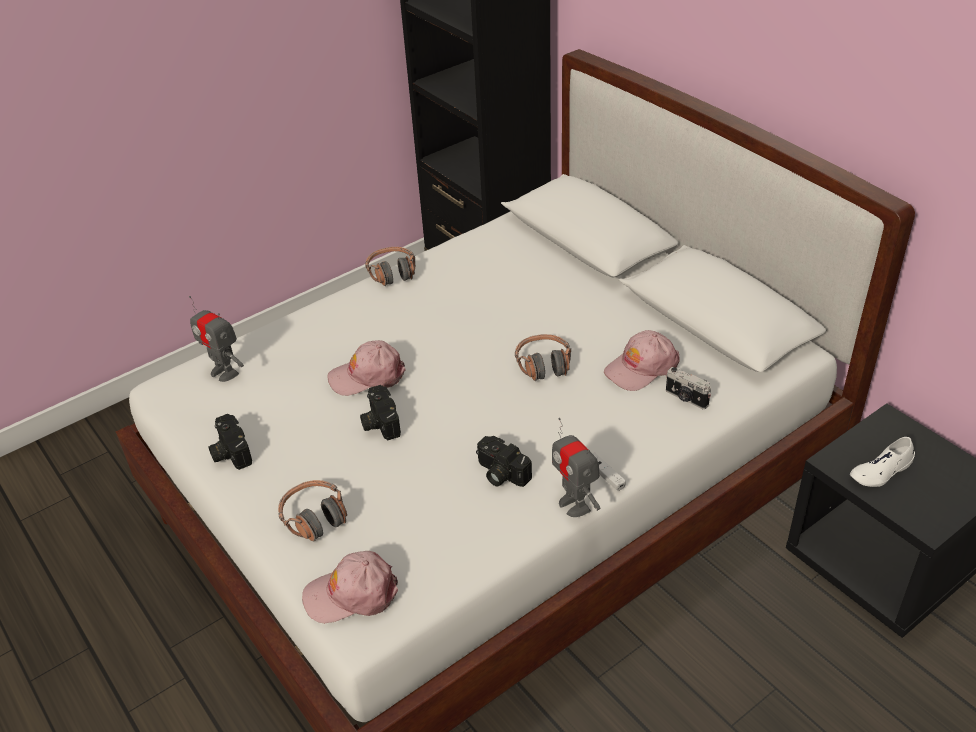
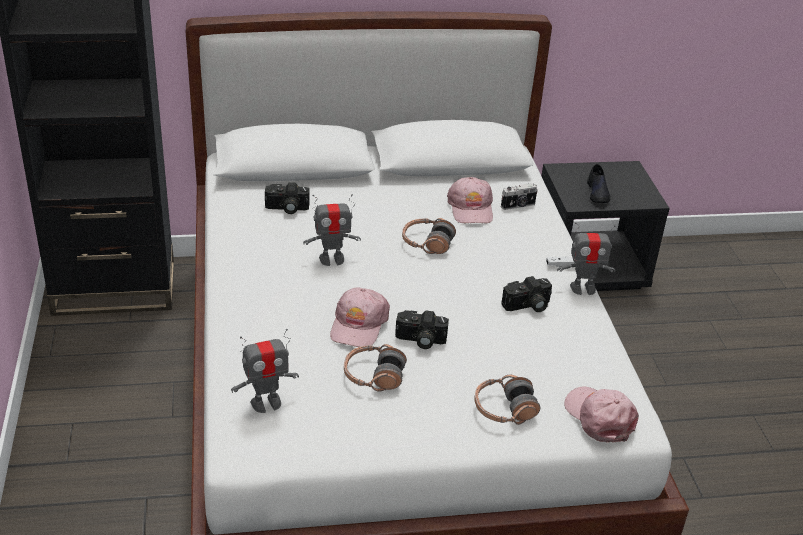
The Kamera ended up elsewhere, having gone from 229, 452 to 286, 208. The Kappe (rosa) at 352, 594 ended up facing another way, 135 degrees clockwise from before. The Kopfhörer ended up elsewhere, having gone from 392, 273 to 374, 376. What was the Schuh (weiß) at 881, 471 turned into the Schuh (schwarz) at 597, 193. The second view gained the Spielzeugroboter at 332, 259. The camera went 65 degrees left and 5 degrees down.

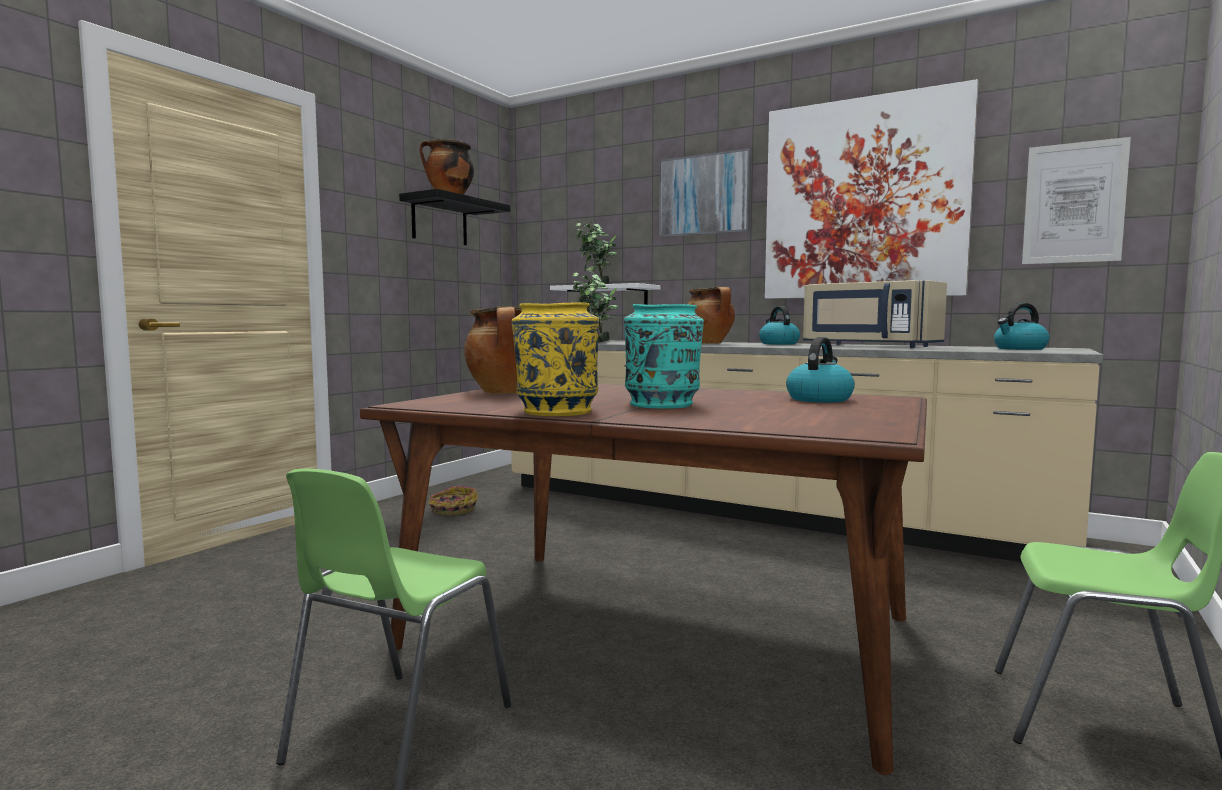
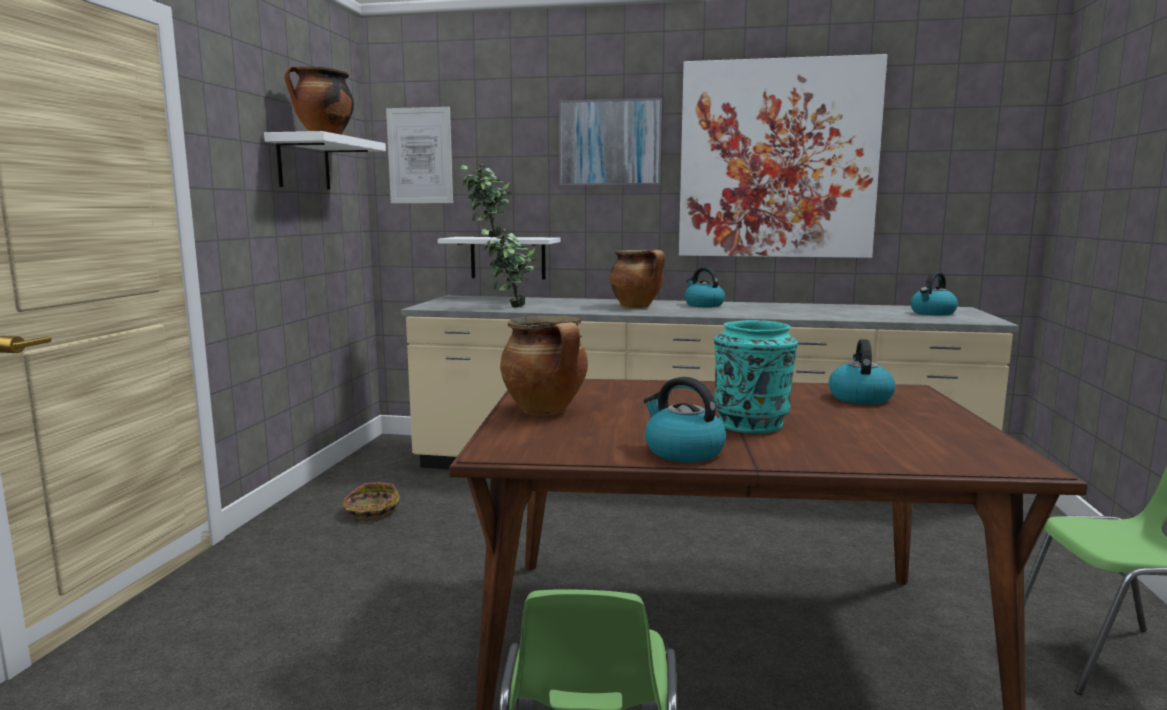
What was the Wandregal (schwarz) at 439, 221 turned into the Wandregal (weiß) at 303, 163. Where the Vase (gelb) stood at 555, 411, the Wasserkessel came to stand at 682, 452. The second view lost the Mikrowelle (beige) at 868, 346. The Bild ended up elsewhere, having gone from 1074, 203 to 420, 156. The camera went 20 degrees left and 5 degrees up.

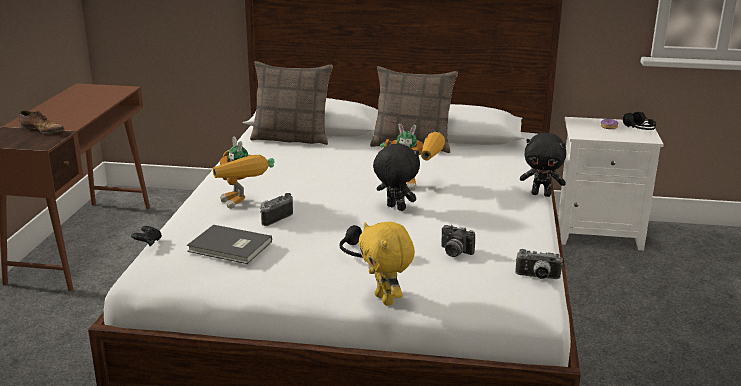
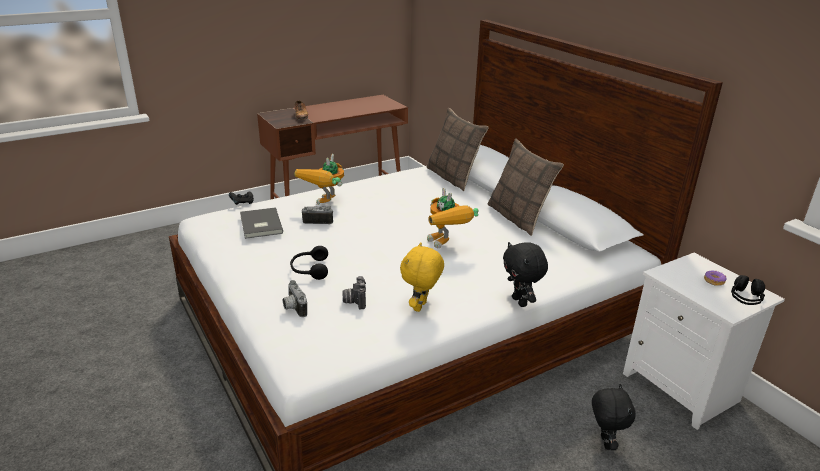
The Plüschtier (gelb) ended up elsewhere, having gone from 386, 299 to 421, 307. The Plüschtier (schwarz) ended up elsewhere, having gone from 395, 208 to 604, 442. The Kamera ended up elsewhere, having gone from 537, 278 to 293, 308. The camera went 50 degrees right and 5 degrees up.

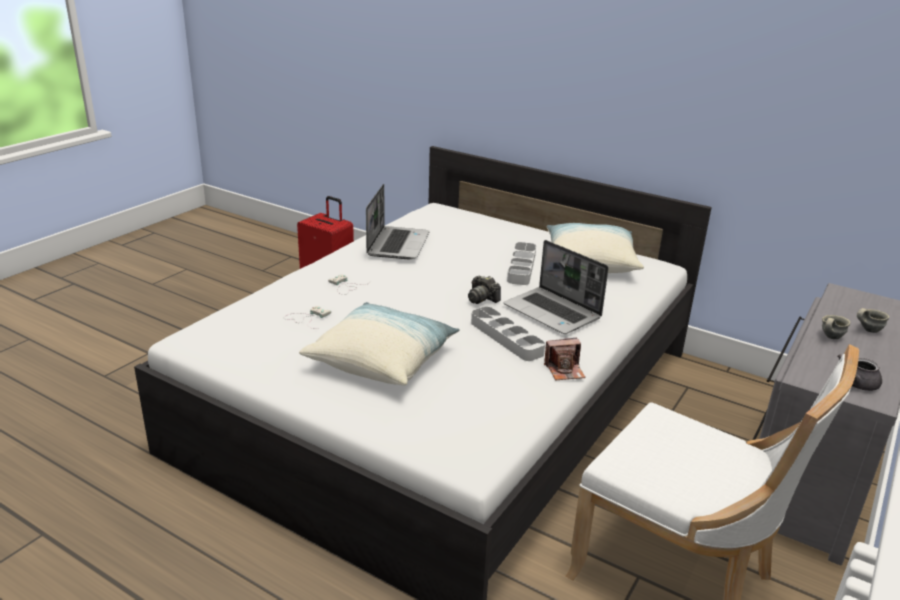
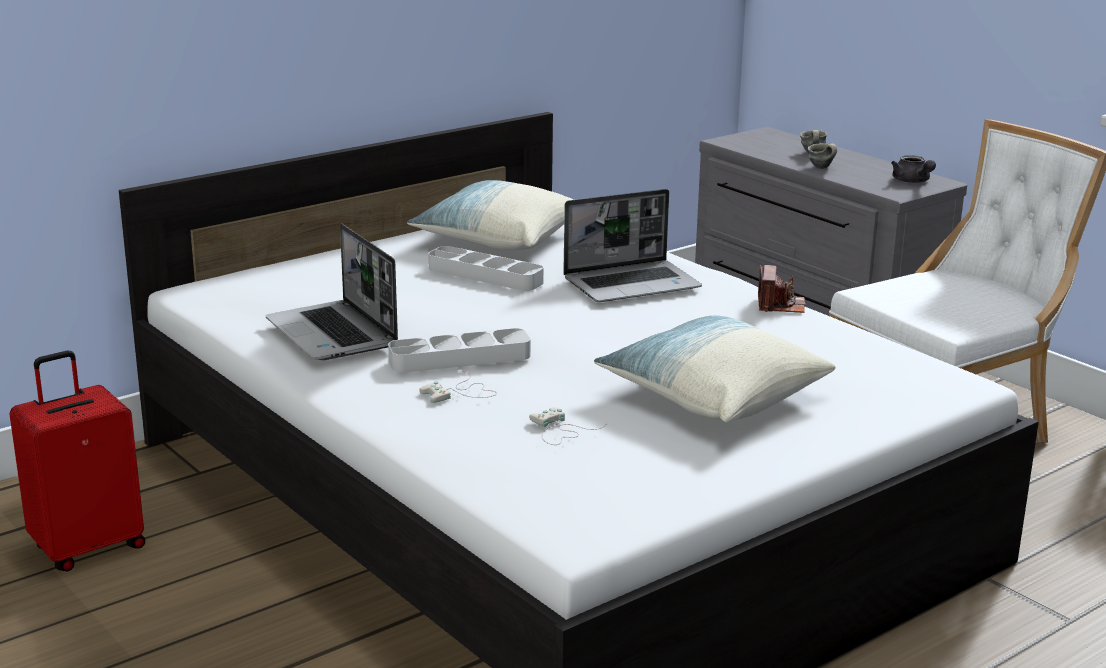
The Laptop at 397, 244 ended up facing another way, 150 degrees counterclockwise from before. The second view lost the Kamera at 482, 298. The Tablett (grau) ended up elsewhere, having gone from 506, 338 to 460, 358. The camera went 70 degrees left and 5 degrees down.

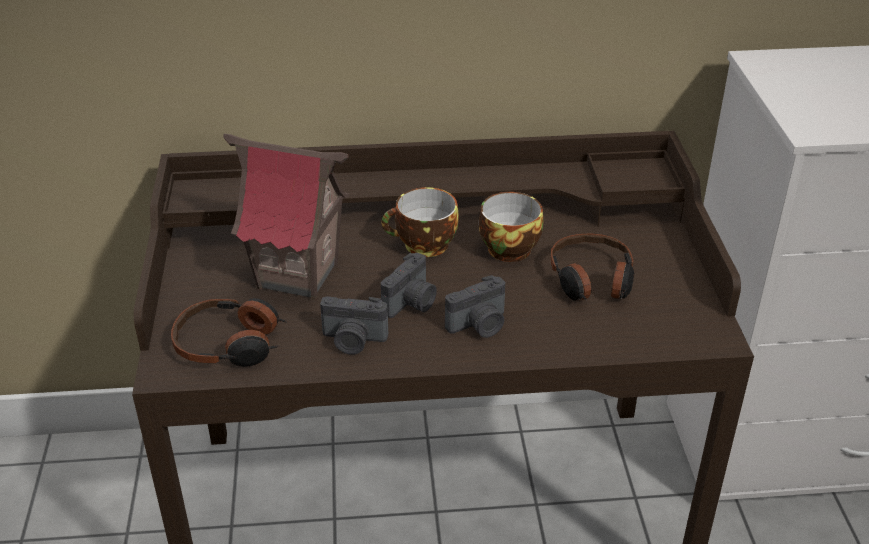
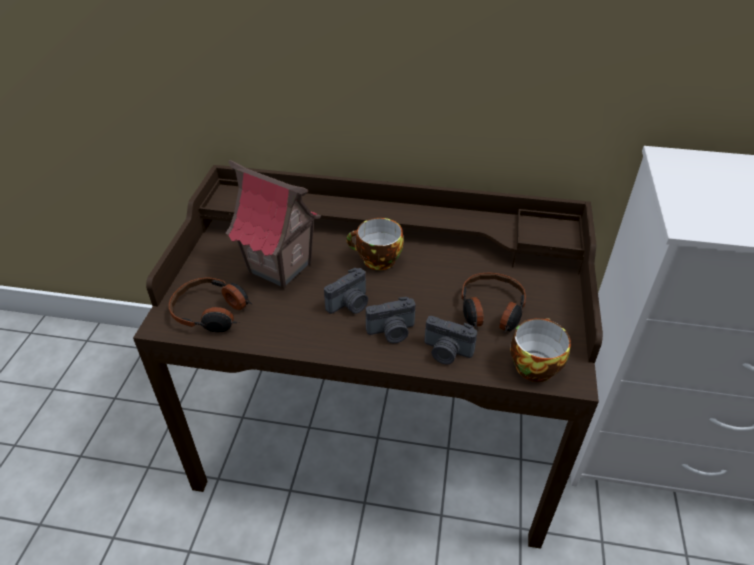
The Kamera ended up elsewhere, having gone from 353, 341 to 446, 352. The Tasse ended up elsewhere, having gone from 507, 247 to 533, 364. The camera went 15 degrees right and 5 degrees up.

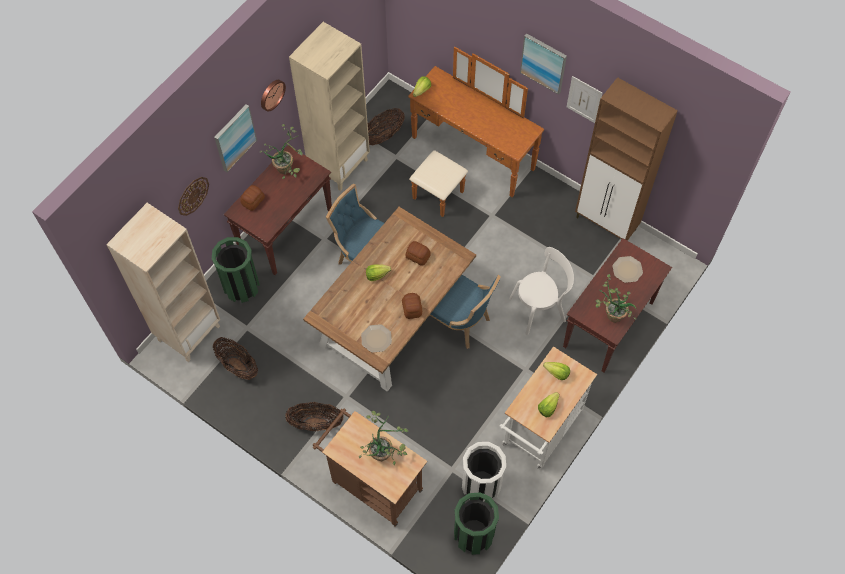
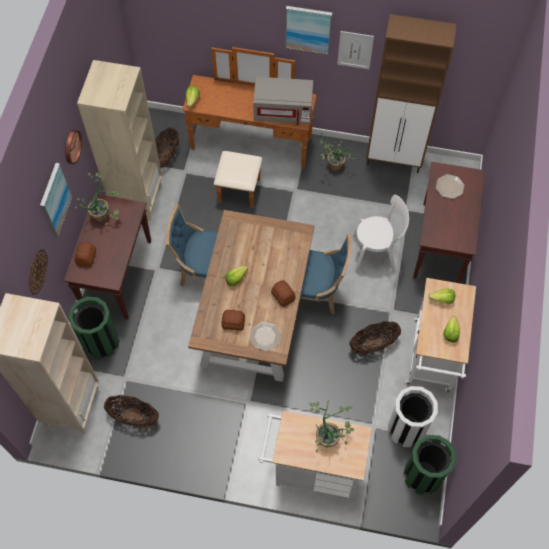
The Korb ended up elsewhere, having gone from 316, 423 to 373, 344. What was the Rollwagen (braun) at 372, 483 turned into the Rollwagen (weiß) at 311, 470. The Brot ended up elsewhere, having gone from 418, 256 to 233, 323. The Stuhl (weiß) at 540, 308 ended up facing another way, 45 degrees clockwise from before. The Topfpflanze ended up elsewhere, having gone from 611, 313 to 332, 164. The second view gained the Mikrowelle (grau) at 283, 111. The camera went 25 degrees left and 0 degrees up.

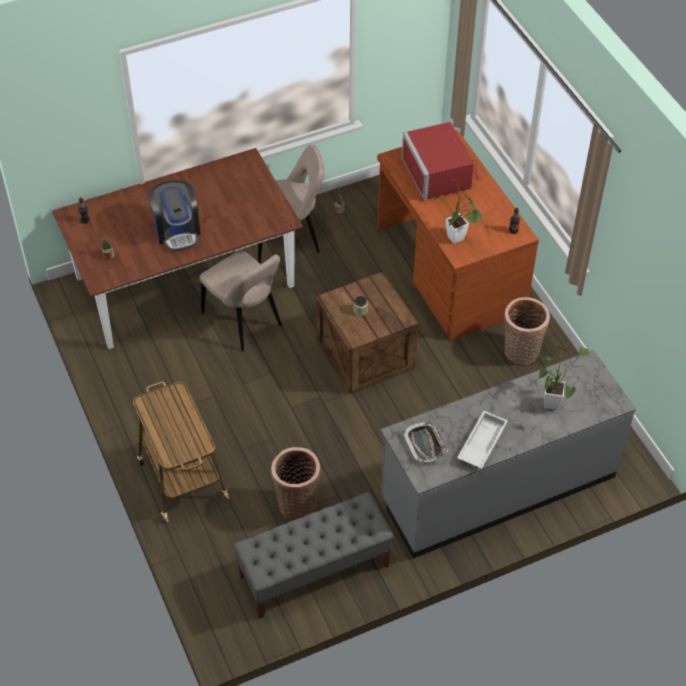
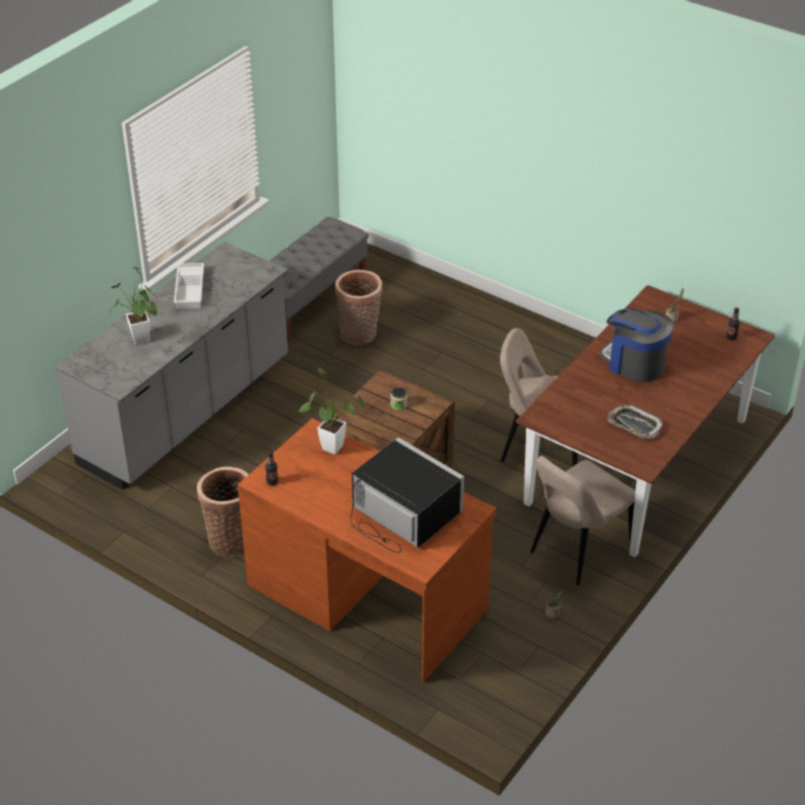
The second view lost the Rollwagen at 182, 478. What was the Mikrowelle (rot) at 441, 173 turned into the Mikrowelle (schwarz) at 402, 514. The Tablett ended up elsewhere, having gone from 425, 445 to 634, 425. The camera went 150 degrees right and 10 degrees down.

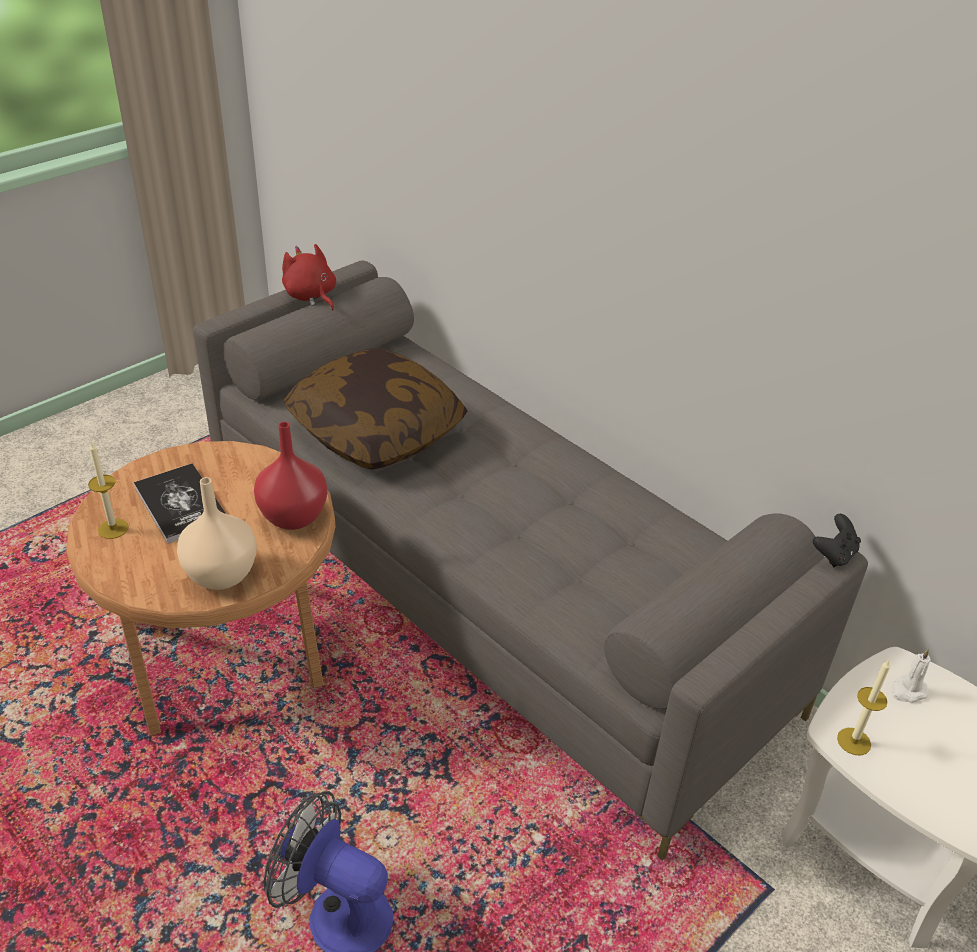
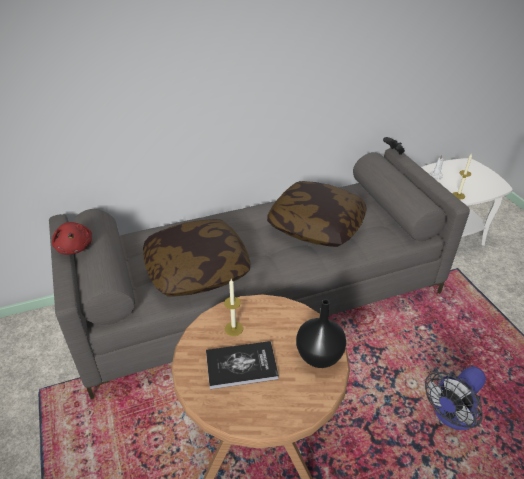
The Kerze ended up elsewhere, having gone from 113, 528 to 233, 328. What was the Vase (beige) at 223, 575 turned into the Vase (schwarz) at 319, 355. The second view lost the Vase (rot) at 292, 517. The Plüschtier (rot) at 311, 296 ended up facing another way, 105 degrees counterclockwise from before. The second view gained the Kissen at 316, 226. The camera went 65 degrees left and 0 degrees up.

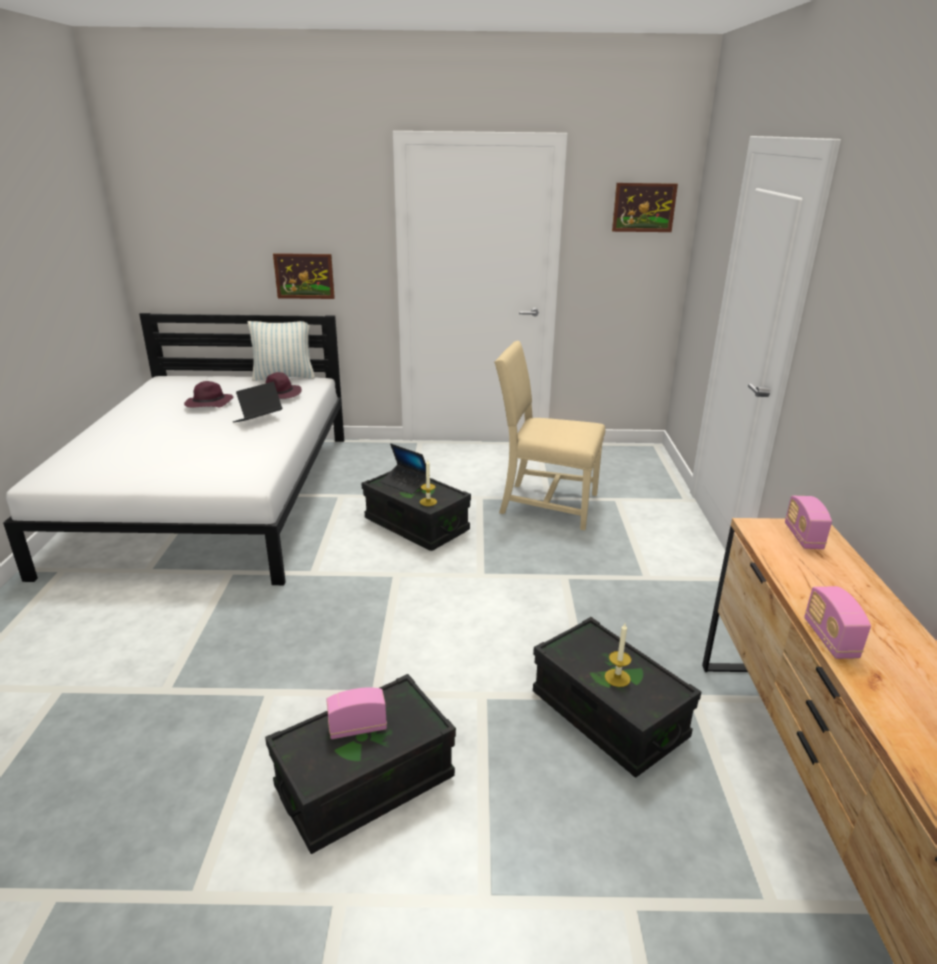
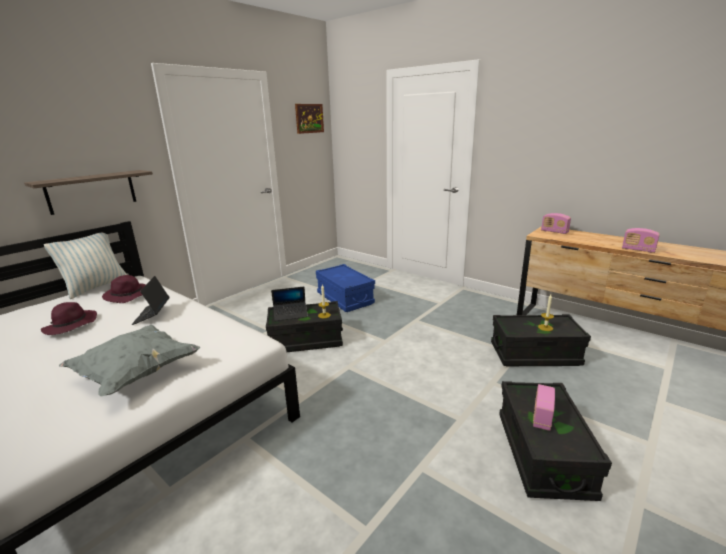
Where the Bild hung at 304, 276, the Wandregal came to hang at 92, 191. Where the Stuhl (beige) stood at 545, 504, the Aufbewahrungsbox (blau) came to stand at 345, 298. The second view gained the Kissen (grau) at 136, 374. The camera went 50 degrees left and 5 degrees down.

